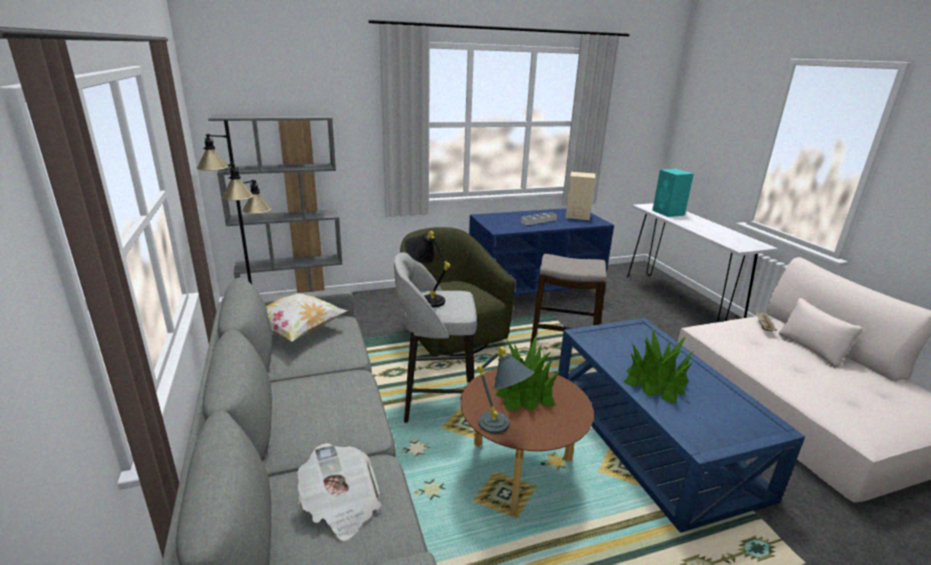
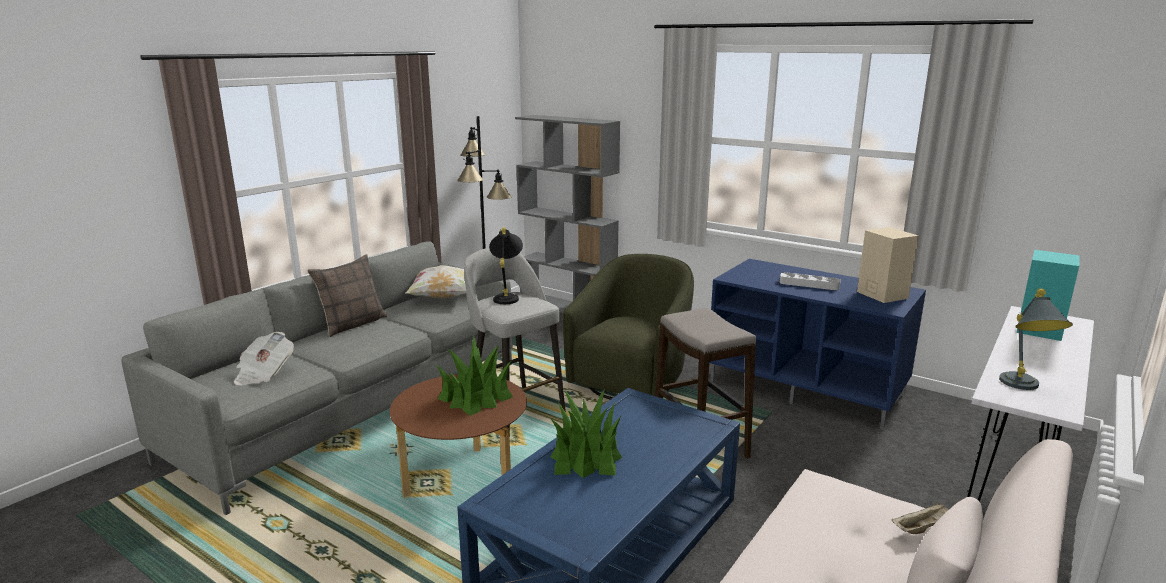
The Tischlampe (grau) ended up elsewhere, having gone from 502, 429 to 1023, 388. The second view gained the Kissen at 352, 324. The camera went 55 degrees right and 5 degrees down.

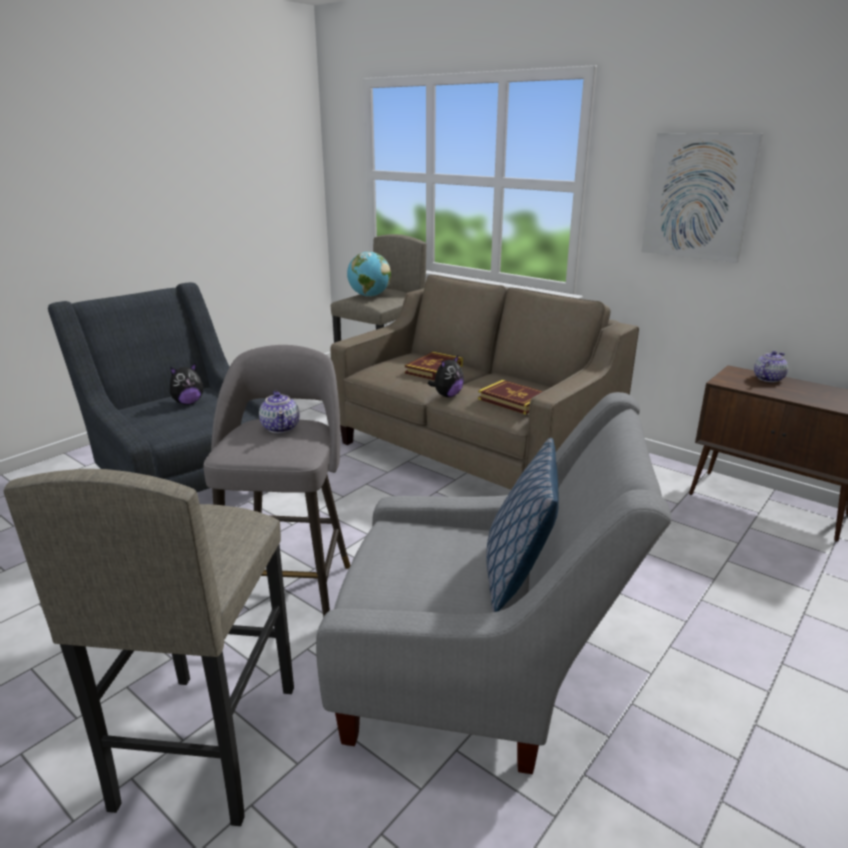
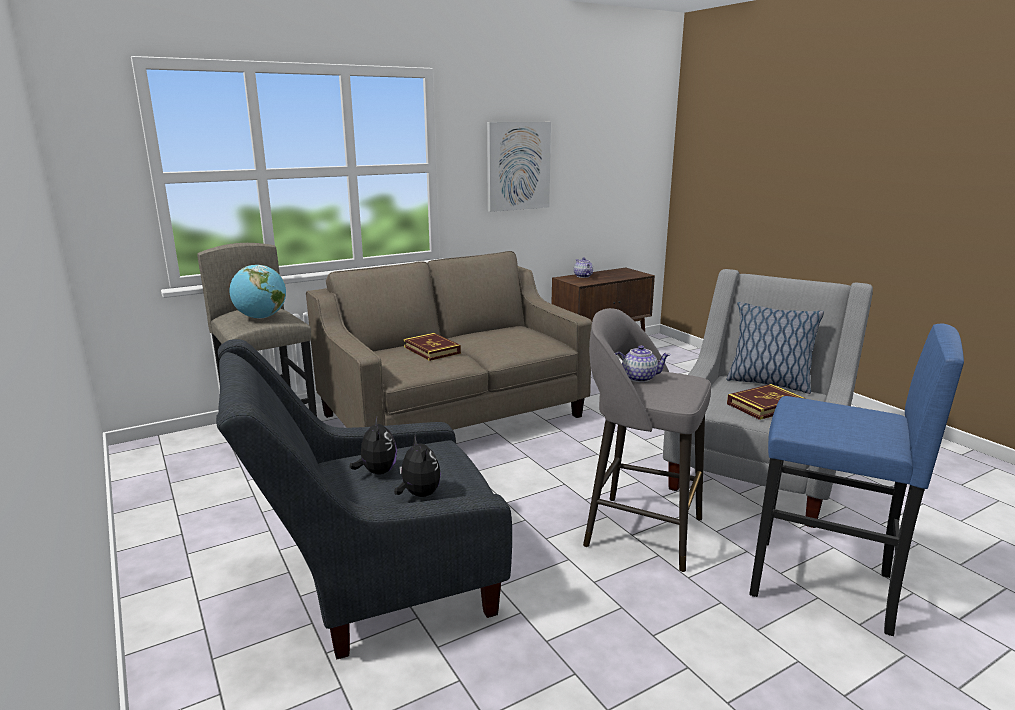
What was the Hocker (grau) at 207, 744 turned into the Hocker (blau) at 821, 585. The Plüschtier ended up elsewhere, having gone from 447, 395 to 418, 494. The Buch ended up elsewhere, having gone from 513, 401 to 765, 405. The camera went 70 degrees left and 5 degrees down.

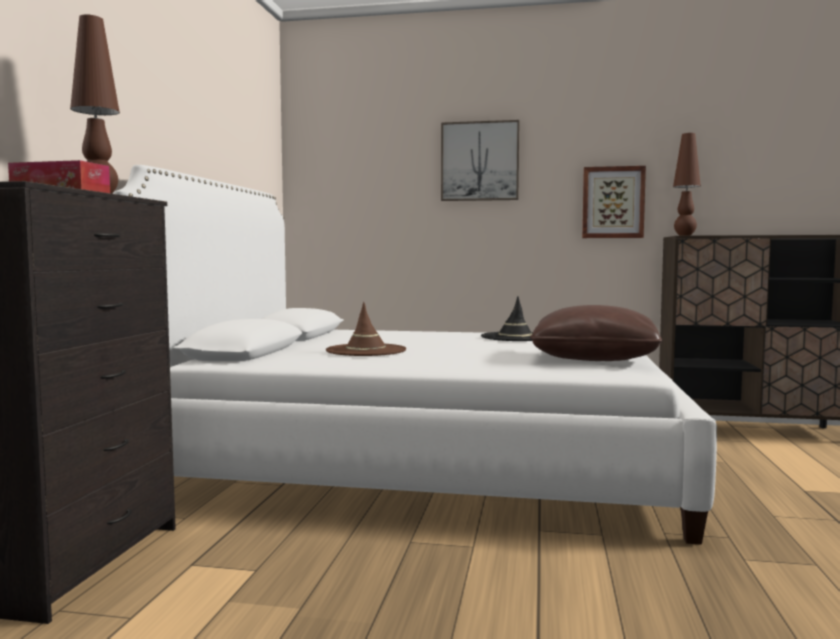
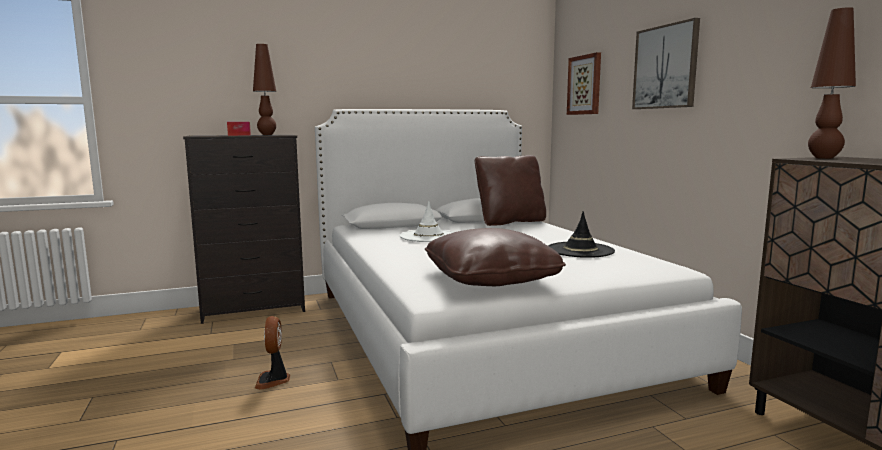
What was the Hut (braun) at 366, 351 turned into the Hut (weiß) at 428, 236. The Bild ended up elsewhere, having gone from 613, 202 to 585, 85. The second view gained the Ventilator at 273, 380. The second view gained the Kissen (braun) at 510, 222. The camera went 60 degrees right and 5 degrees up.

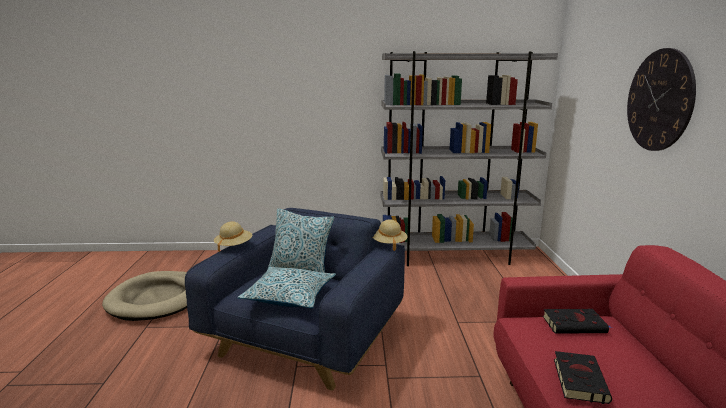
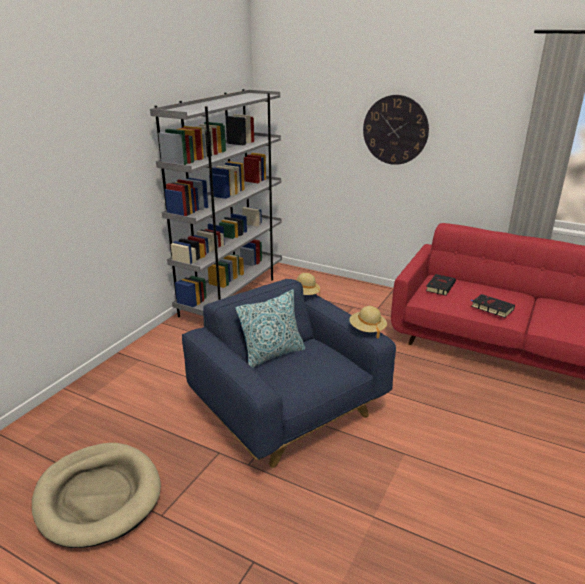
The Hut (beige) ended up elsewhere, having gone from 234, 246 to 367, 329. The second view lost the Kissen at 289, 296. The camera went 60 degrees left and 10 degrees up.

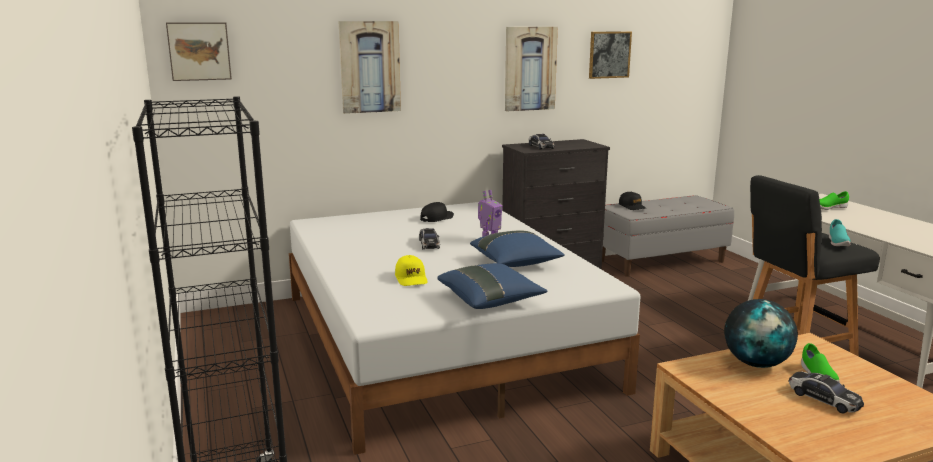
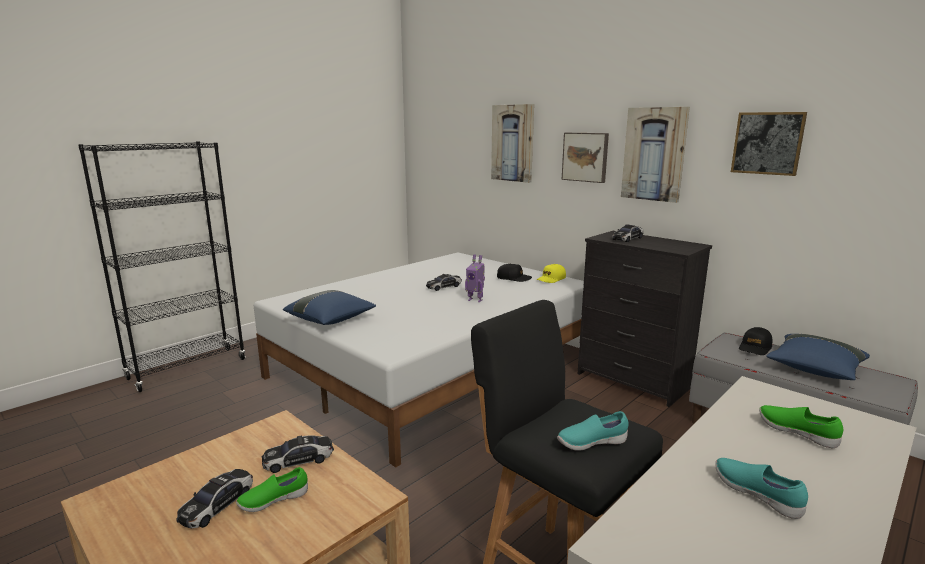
The Bild ended up elsewhere, having gone from 199, 51 to 585, 157. The Kappe (gelb) ended up elsewhere, having gone from 411, 278 to 551, 279. The Kissen (blau) ended up elsewhere, having gone from 516, 263 to 814, 370. Where the Globus stood at 756, 363, the Spielzeugauto came to stand at 298, 460. The second view gained the Schuh (türkis) at 756, 495. The camera went 65 degrees right and 0 degrees up.

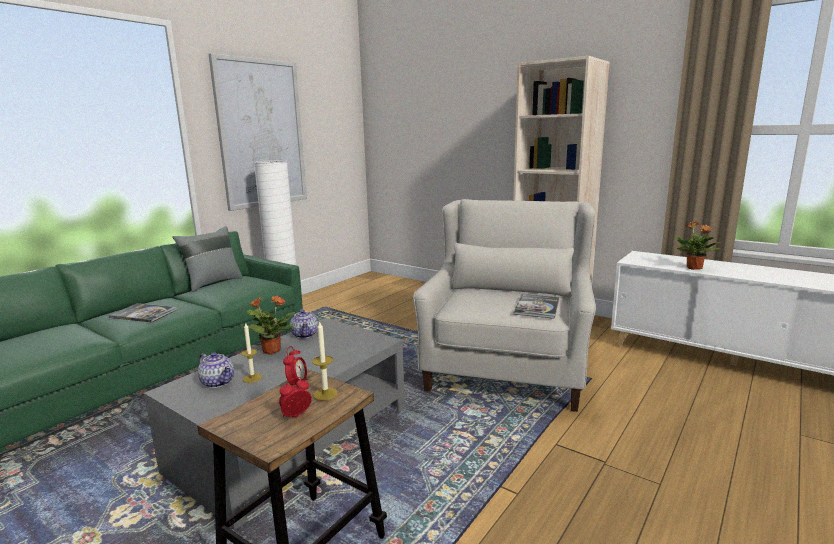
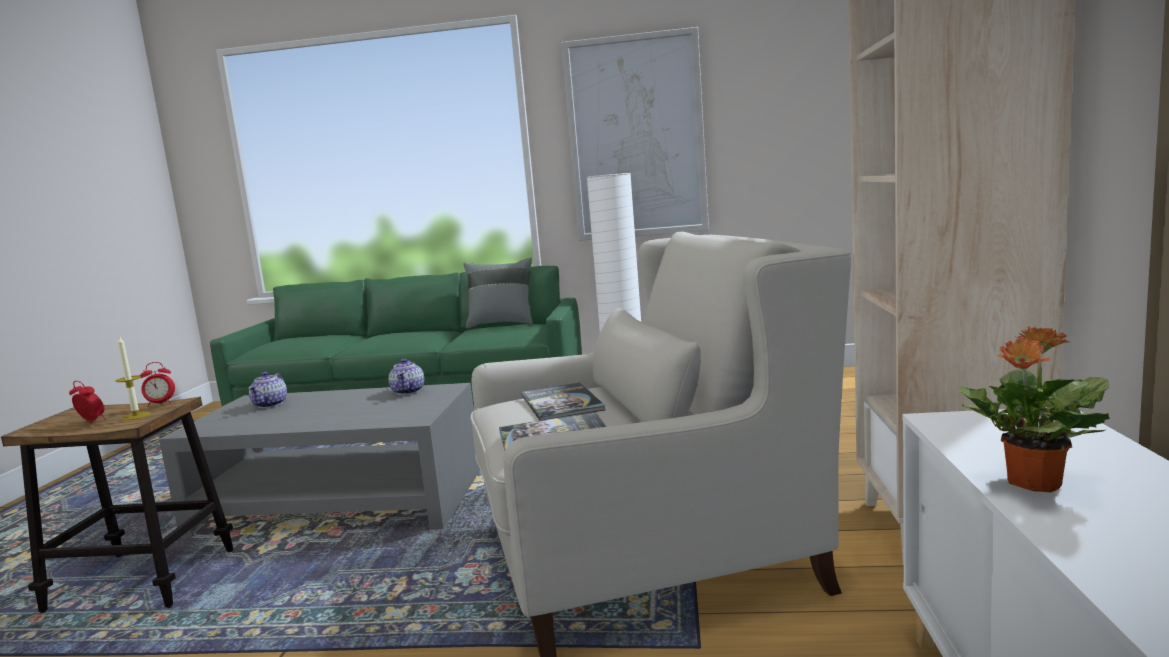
The Buch ended up elsewhere, having gone from 144, 314 to 561, 403. The second view lost the Kerze at 252, 378. The second view lost the Topfpflanze at 271, 350. The Teekanne at 305, 334 ended up facing another way, 45 degrees counterclockwise from before. The camera went 60 degrees right and 5 degrees down.

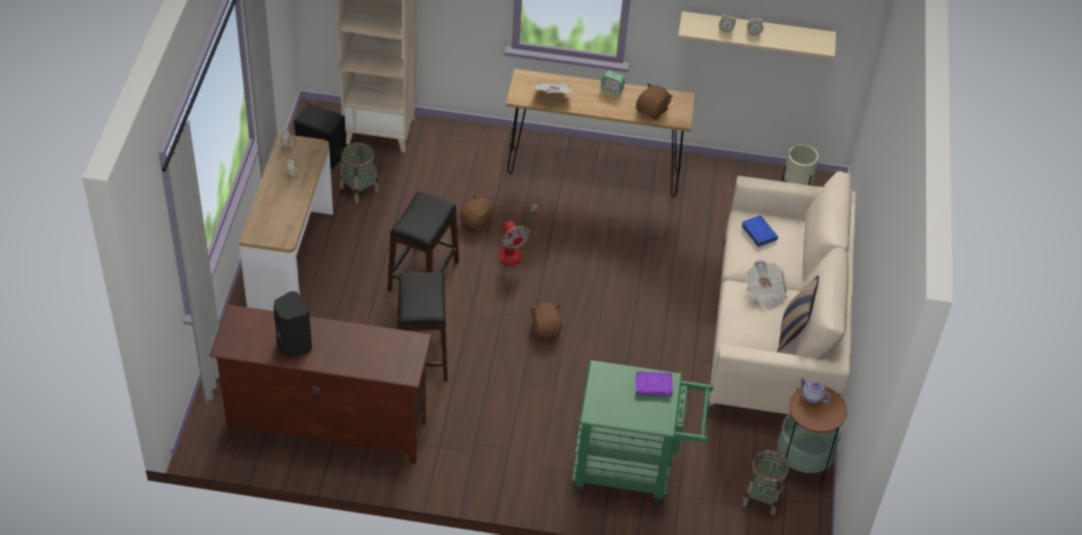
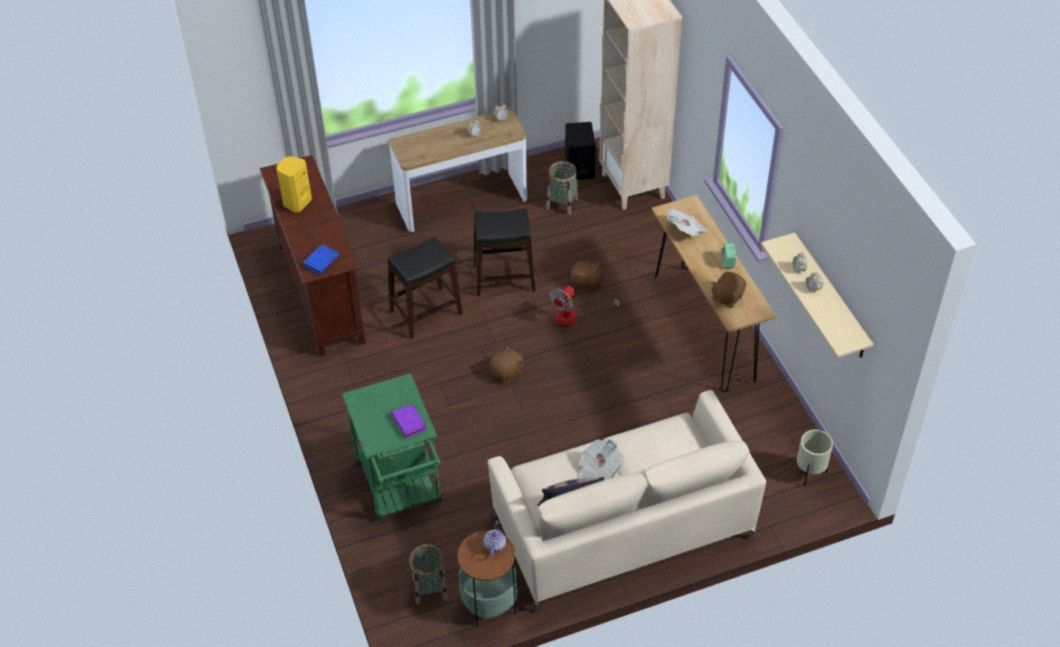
What was the Lautsprecher (schwarz) at 293, 345 turned into the Lautsprecher (gelb) at 296, 202. The Plüschtier (braun) at 652, 111 ended up facing another way, 120 degrees clockwise from before. The Buch (blau) ended up elsewhere, having gone from 758, 232 to 321, 261. The camera went 65 degrees right and 0 degrees up.

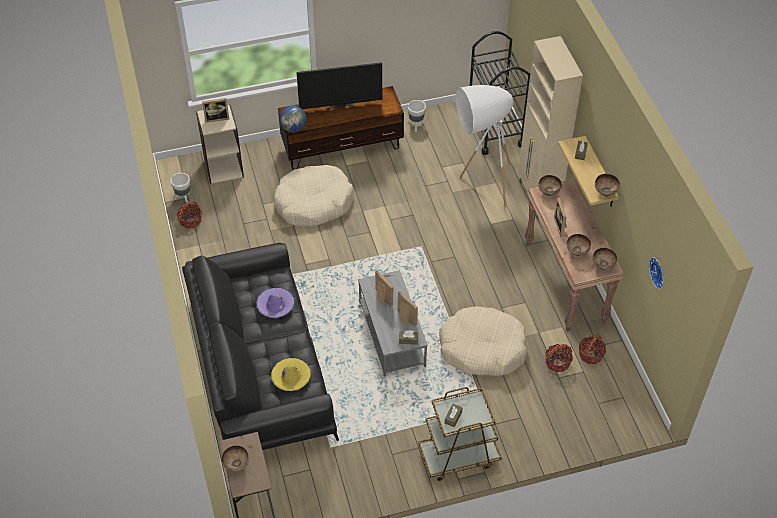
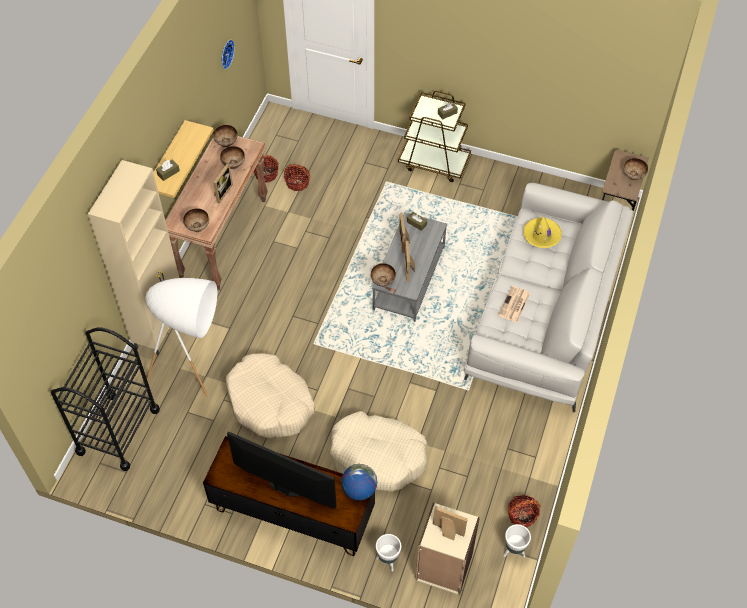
What was the Sofa (schwarz) at 260, 367 turned into the Sofa (weiß) at 544, 313. Where the Hut (lila) stood at 275, 305, the Zeitung came to stand at 514, 305. The Pflanzkübel (weiß) ended up elsewhere, having gone from 416, 126 to 387, 560. The Hundebett (beige) ended up elsewhere, having gone from 482, 348 to 270, 402. The Schüssel ended up elsewhere, having gone from 605, 192 to 382, 282. The camera went 145 degrees left and 5 degrees up.

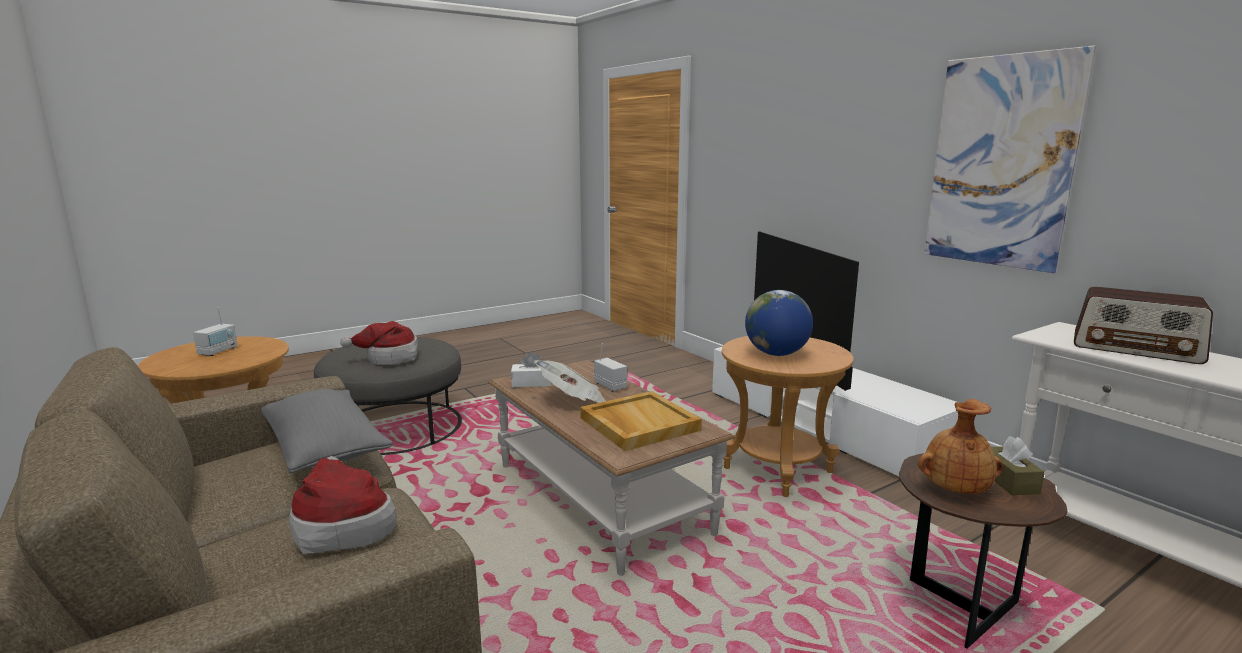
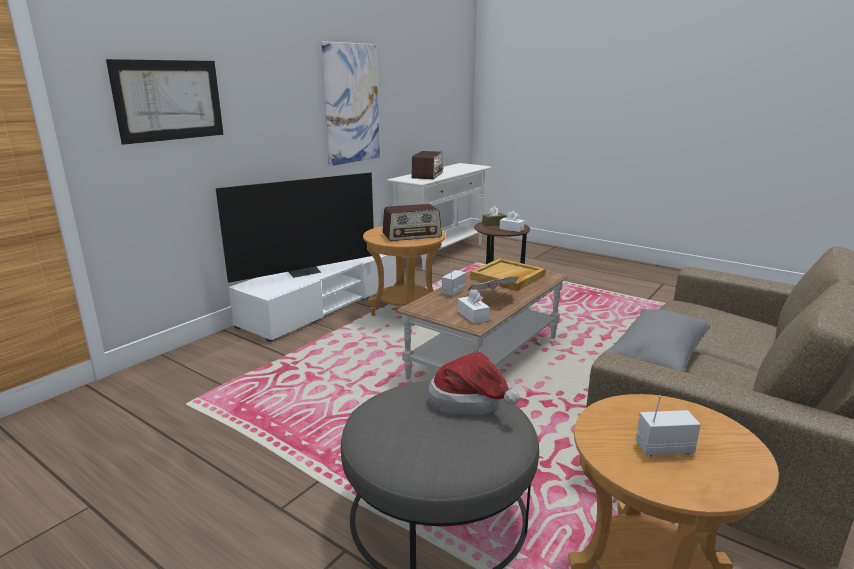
The second view lost the Hut at 342, 526. Where the Globus stood at 776, 354, the Radio came to stand at 412, 235. Where the Vase (braun) stood at 955, 490, the Taschentuchbox (weiß) came to stand at 511, 229. The second view gained the Bild at 169, 100. The camera went 110 degrees left and 5 degrees up.

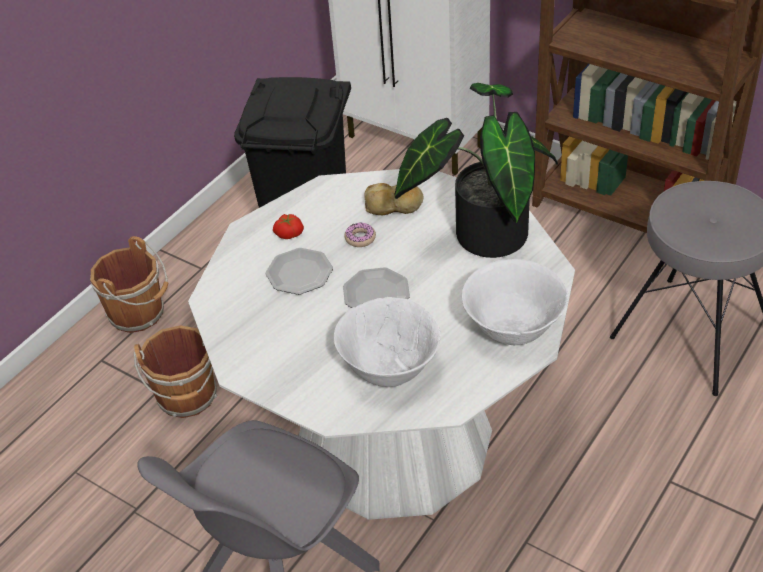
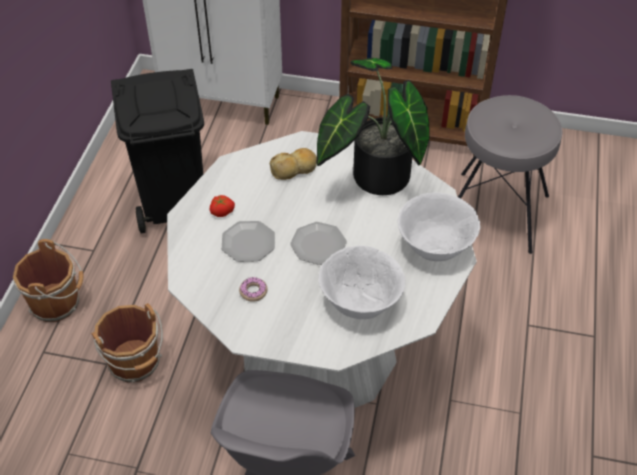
The Donut ended up elsewhere, having gone from 360, 238 to 253, 292. The camera went 25 degrees left and 5 degrees up.

